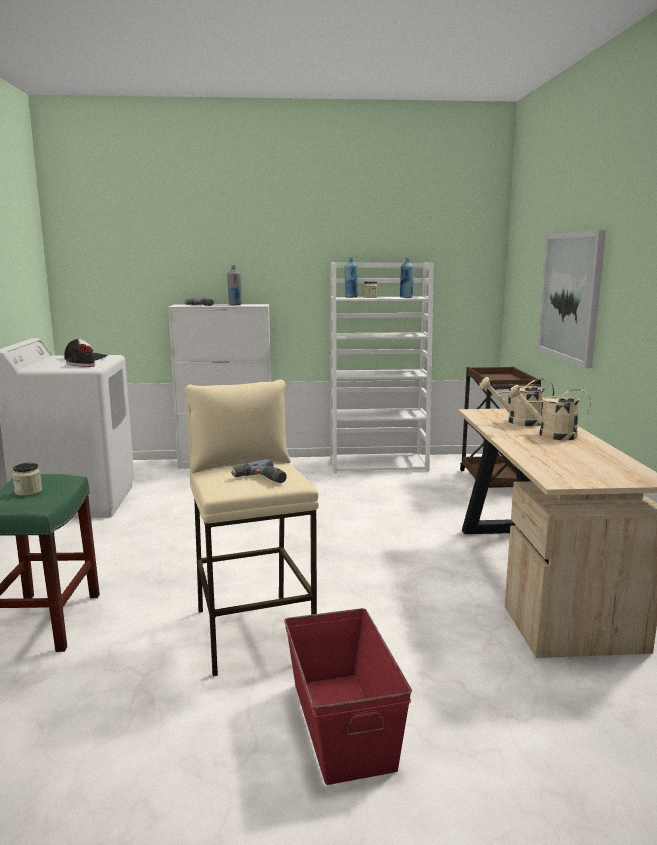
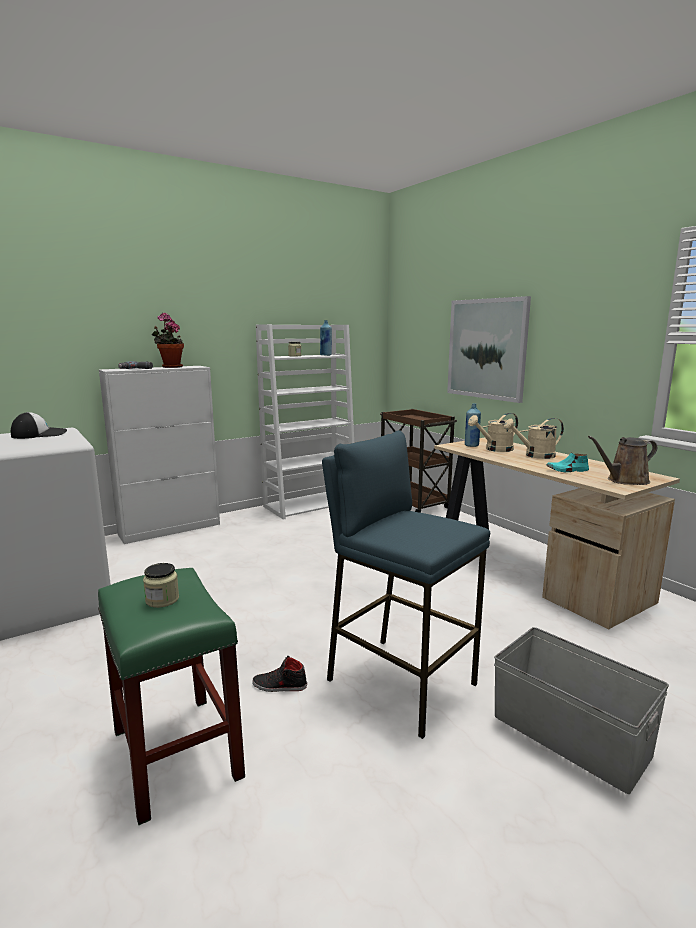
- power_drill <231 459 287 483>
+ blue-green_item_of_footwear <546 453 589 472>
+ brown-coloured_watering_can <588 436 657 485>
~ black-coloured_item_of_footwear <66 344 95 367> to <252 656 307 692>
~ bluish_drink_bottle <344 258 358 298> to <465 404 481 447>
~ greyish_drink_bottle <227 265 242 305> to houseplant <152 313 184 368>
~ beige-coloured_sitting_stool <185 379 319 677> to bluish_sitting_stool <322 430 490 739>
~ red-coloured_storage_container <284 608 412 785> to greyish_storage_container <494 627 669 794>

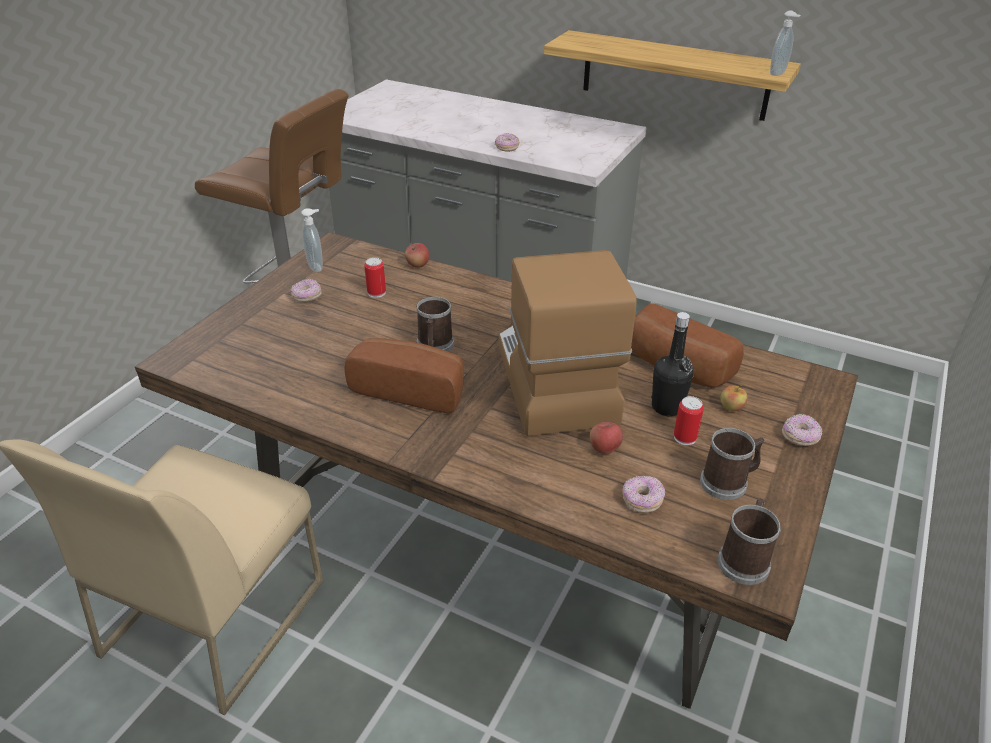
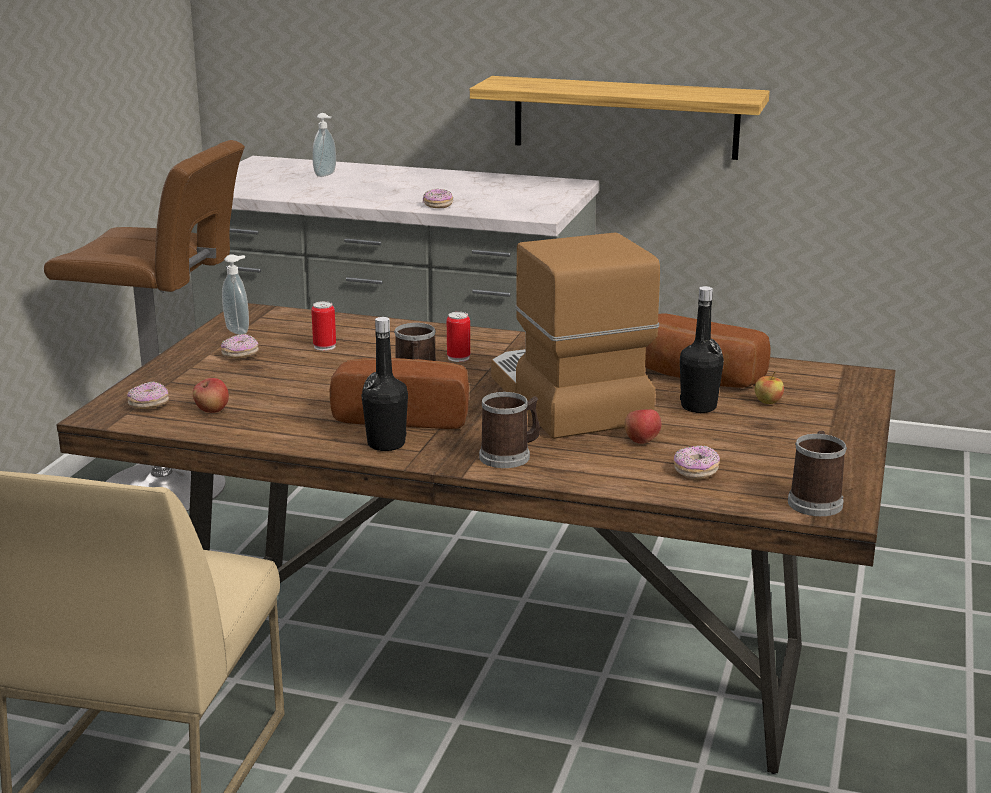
+ black-coloured_drink_bottle <362 317 408 451>
~ apple <405 243 429 268> to <193 378 229 413>
~ sealed_can <674 396 704 446> to <447 312 470 362>
~ tea_mug <700 428 764 500> to <479 392 540 468>
~ soap_bottle <770 10 801 76> to <312 113 336 177>
~ doughnut <782 414 822 446> to <127 382 169 409>

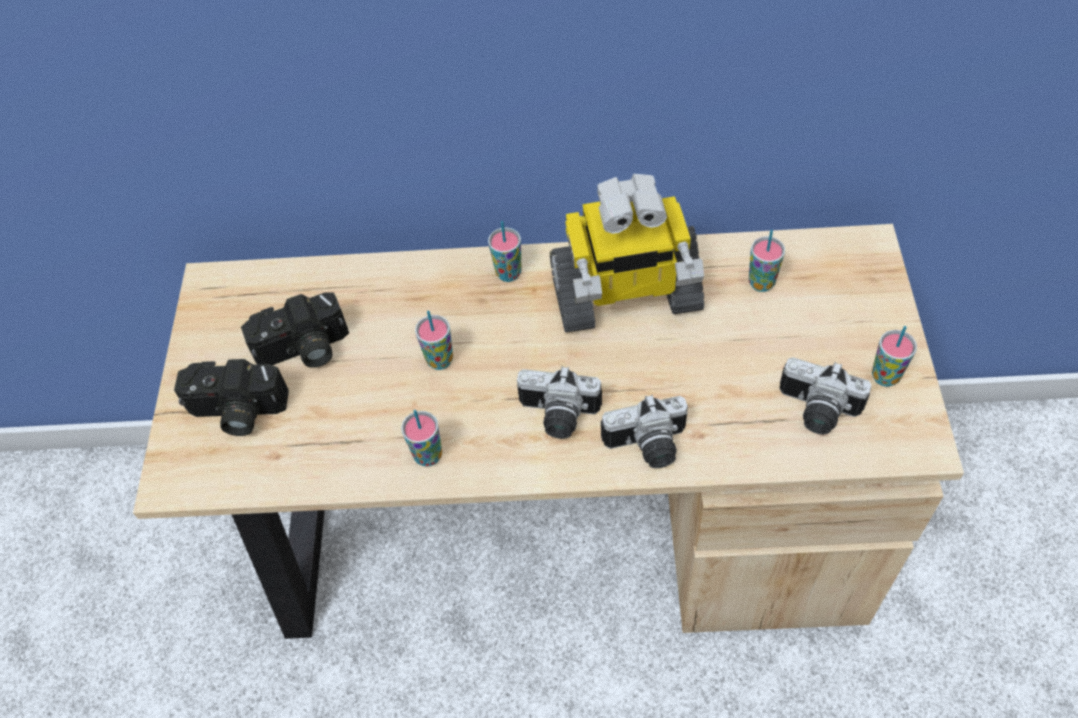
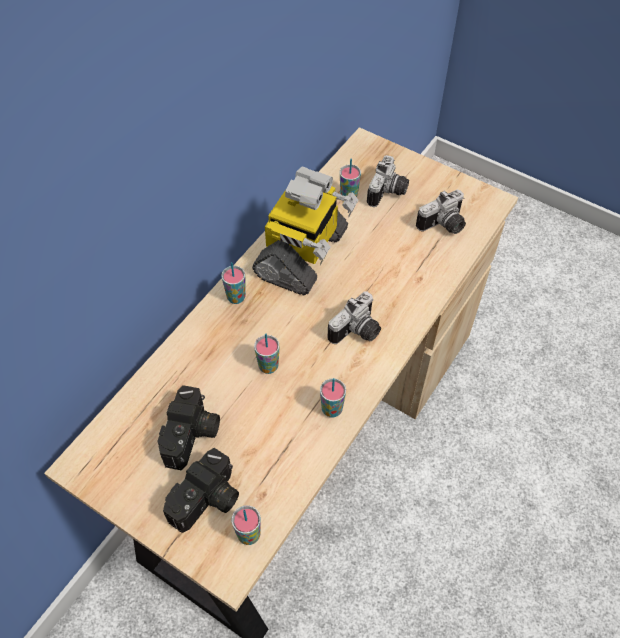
~ photo_camera <601 395 688 468> to <367 155 409 207>
~ small_cup <872 326 917 387> to <232 505 261 545>

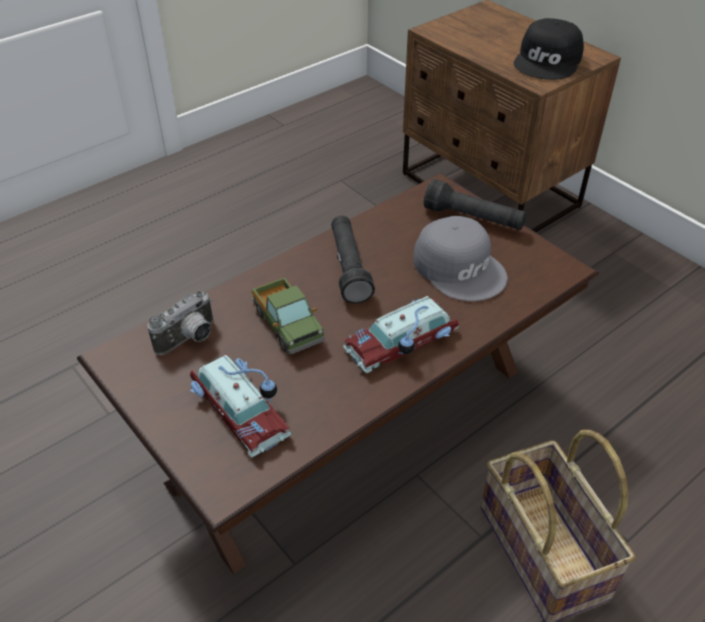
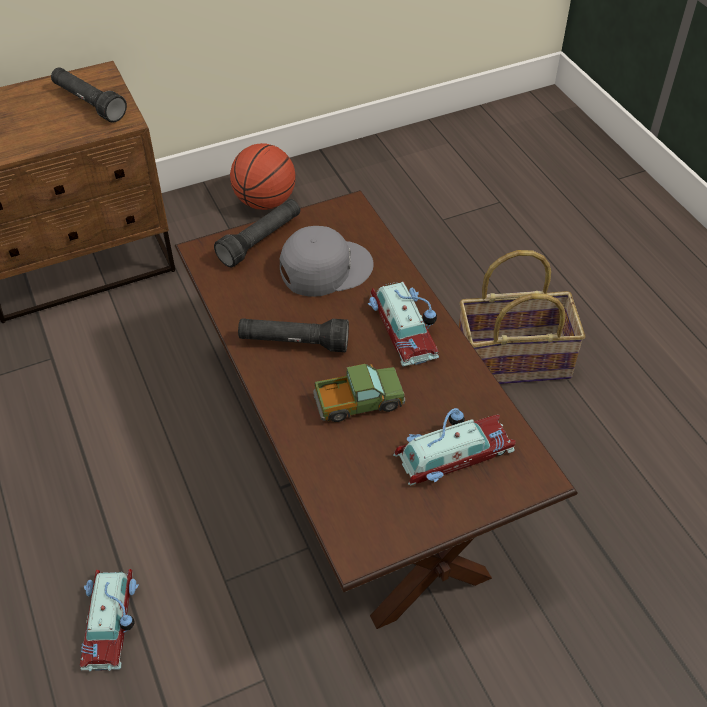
- photo_camera <147 291 213 355>
+ miniature_car <80 569 139 671>
+ basketball <230 143 296 210>
~ black-coloured_cap <514 18 584 80> to black-coloured_flashlight <51 67 127 123>

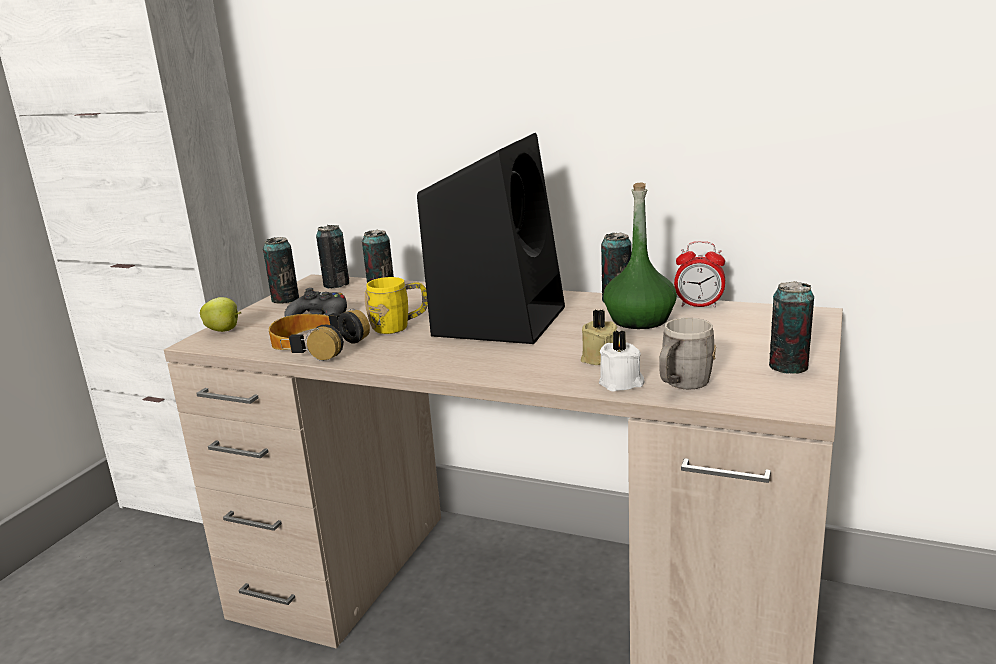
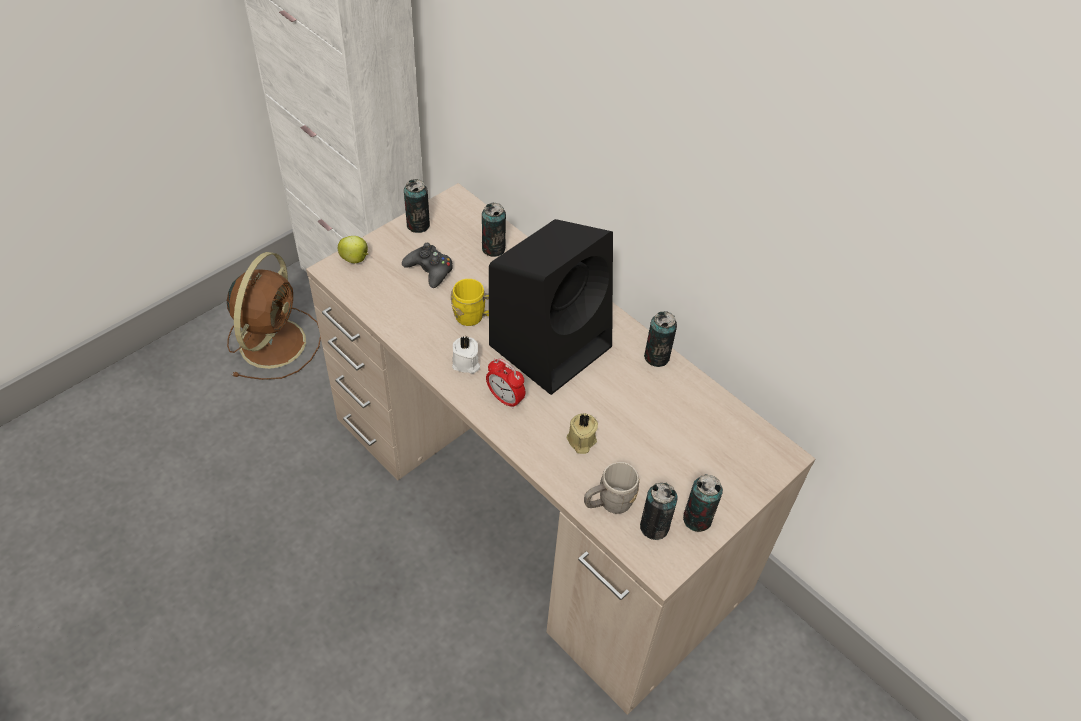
- headset <269 309 370 361>
- greenish_drink_bottle <603 182 677 329>
+ brown-coloured_cooling_fan <227 252 321 380>
~ sealed_can <316 225 349 289> to <640 483 678 540>
~ whitish_wax_candle <599 330 645 392> to <452 336 480 374>
~ alarm_clock <674 241 725 308> to <486 359 526 409>

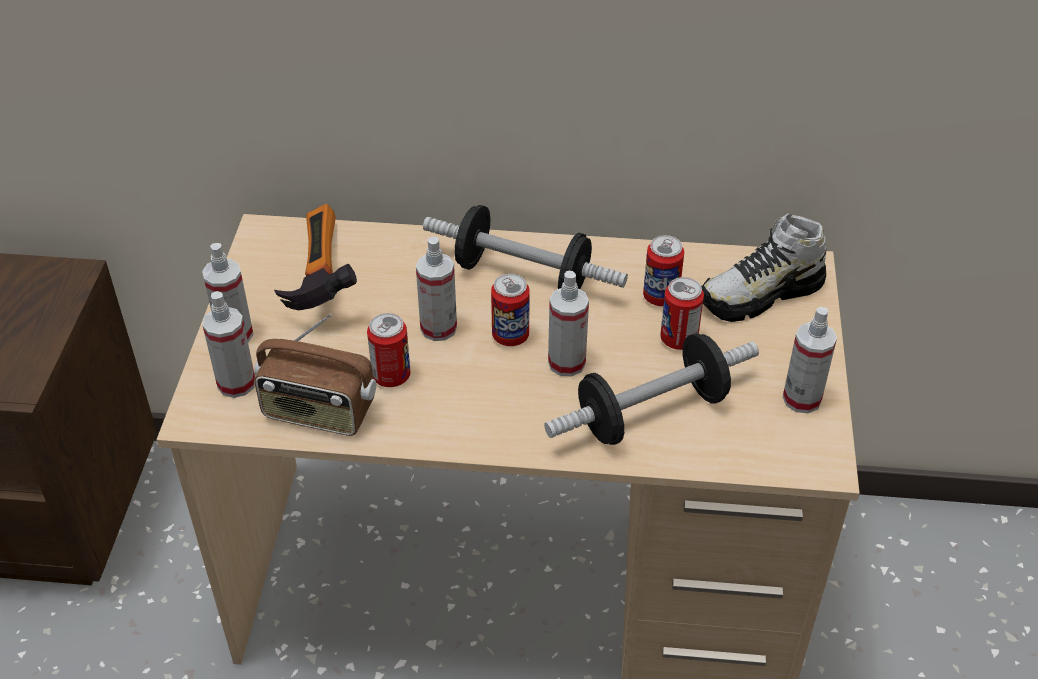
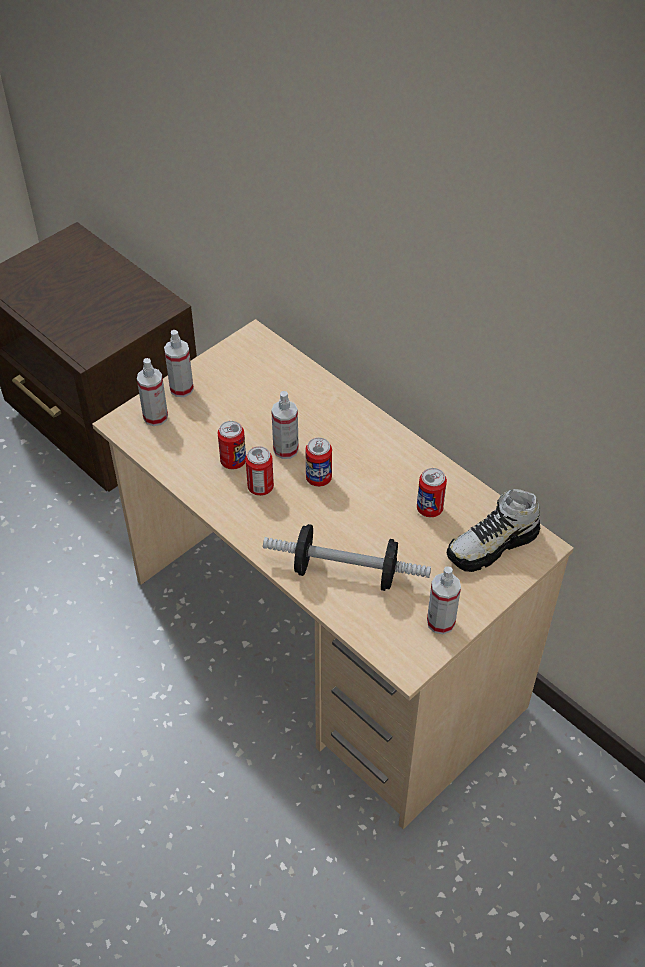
- radio_set <254 314 376 436>
- hand_hammer <274 204 357 310>
- dumbbell <423 205 628 289>
- hand_sprayer <548 271 589 376>
~ sealed_can <660 277 704 350> to <246 446 274 496>
~ item_of_footwear <701 213 827 322> = <447 489 540 572> 45 degrees counterclockwise

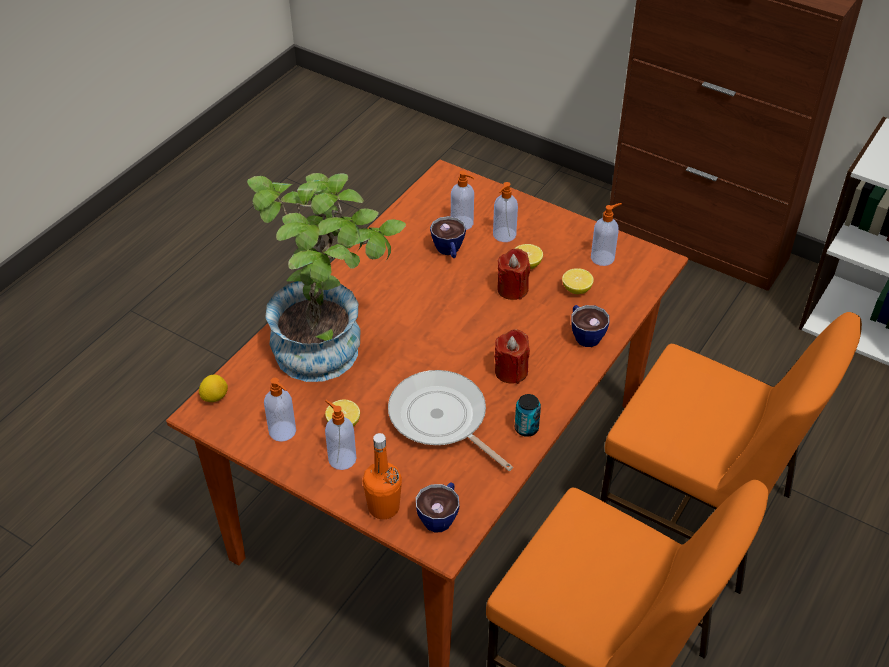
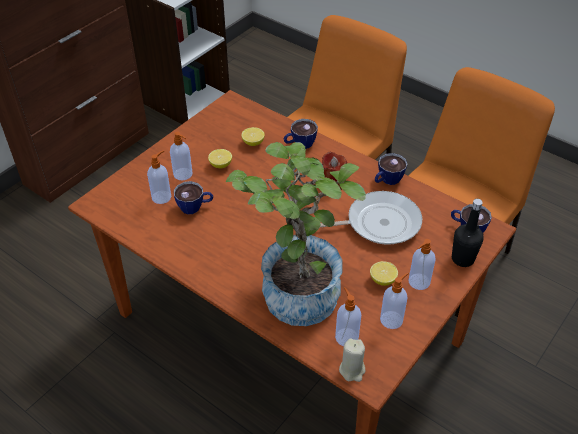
- red-coloured_wax_candle <497 248 530 300>
~ soap_bottle <591 203 622 266> to <335 287 361 346>
~ whole_lemon <199 375 228 402> to beige-coloured_wax_candle <339 338 365 382>
~ sealed_can <515 394 541 437> to small_cup <375 153 407 185>
~ orangey_drink_bottle <363 433 402 519> to black-coloured_drink_bottle <452 199 483 267>
~ skillet <388 370 513 471> = <320 191 422 245> 150 degrees counterclockwise

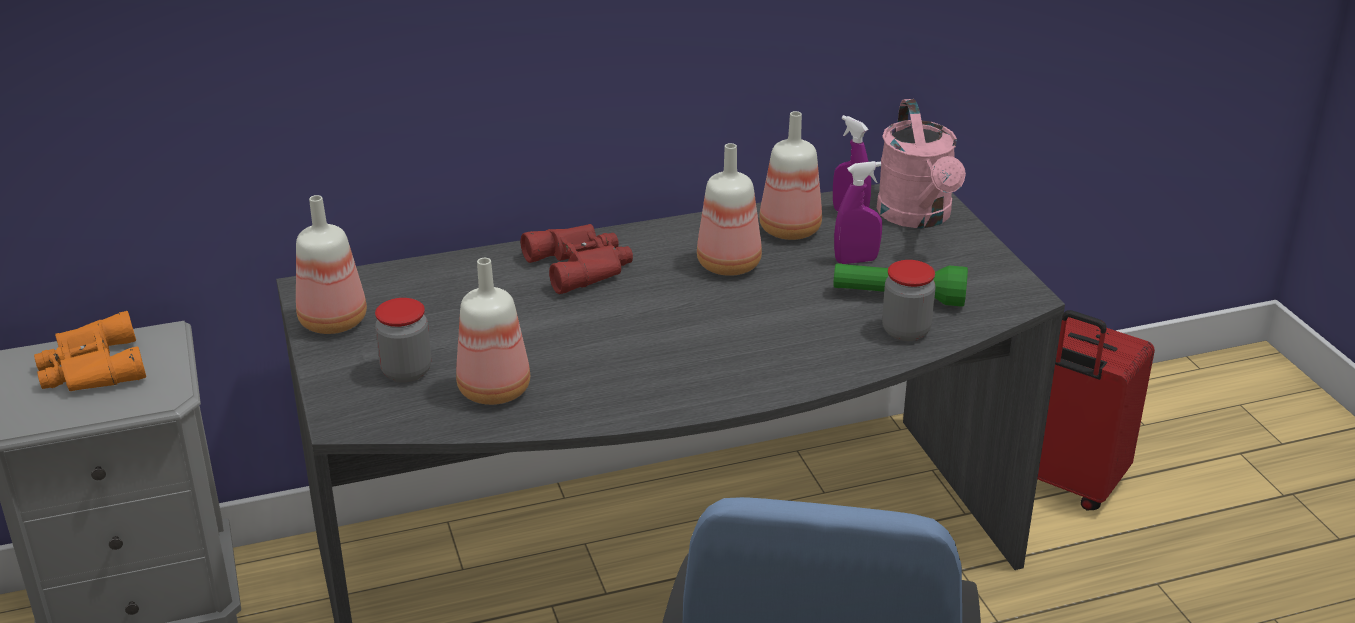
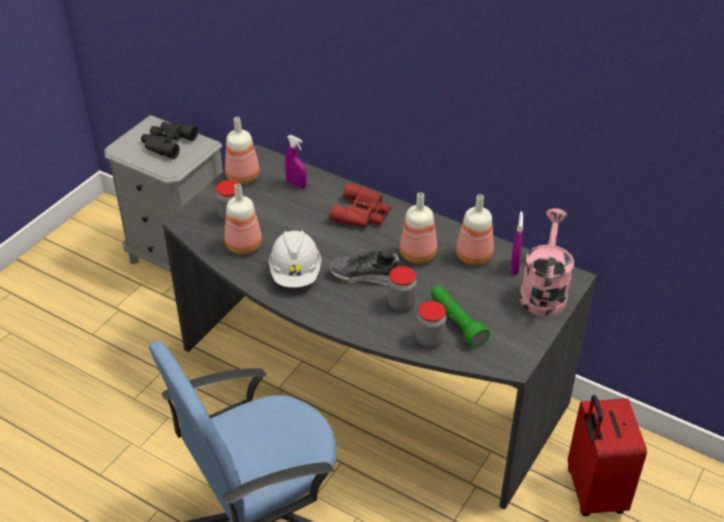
+ whitish_hard_hat <268 231 321 288>
+ item_of_footwear <329 251 401 285>
+ preserve_jar <388 266 417 311>
~ purple-coloured_hand_sprayer <834 161 882 264> to <285 135 307 189>
~ orangey_binoculars <34 311 146 391> to black-coloured_binoculars <141 122 198 159>
~ pink_watering_can <877 99 966 228> = <519 208 574 317> 150 degrees clockwise

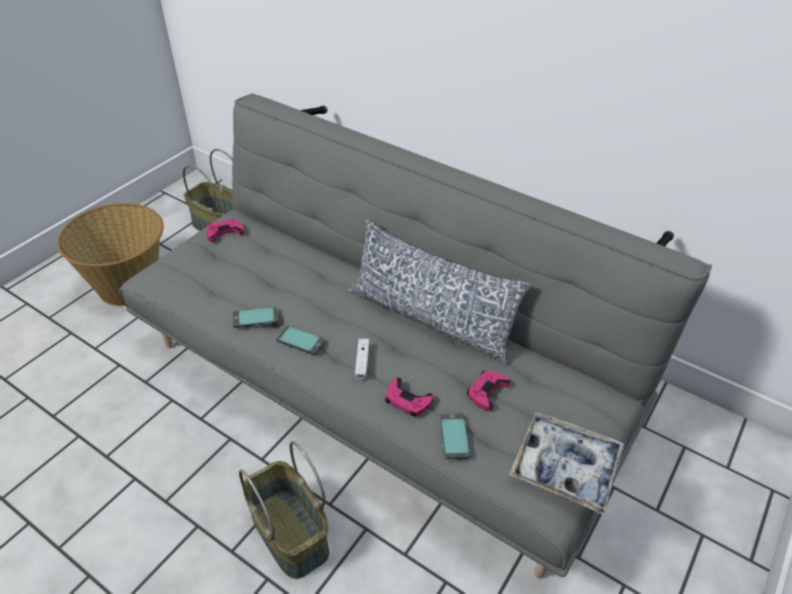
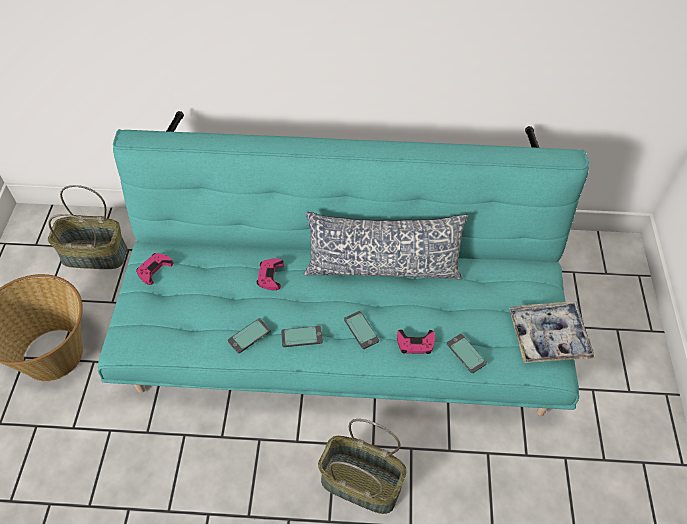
~ pink_game_controller <467 370 511 411> to <257 259 284 290>
~ whitish_game_controller <355 338 370 380> to phone <344 311 379 349>
~ greyish_couch <119 94 712 578> to blue-green_couch <98 111 589 416>

